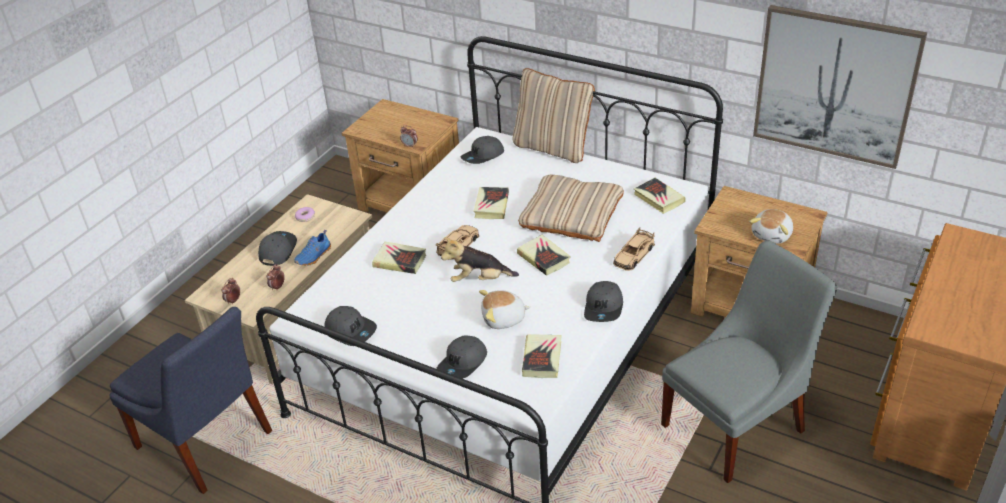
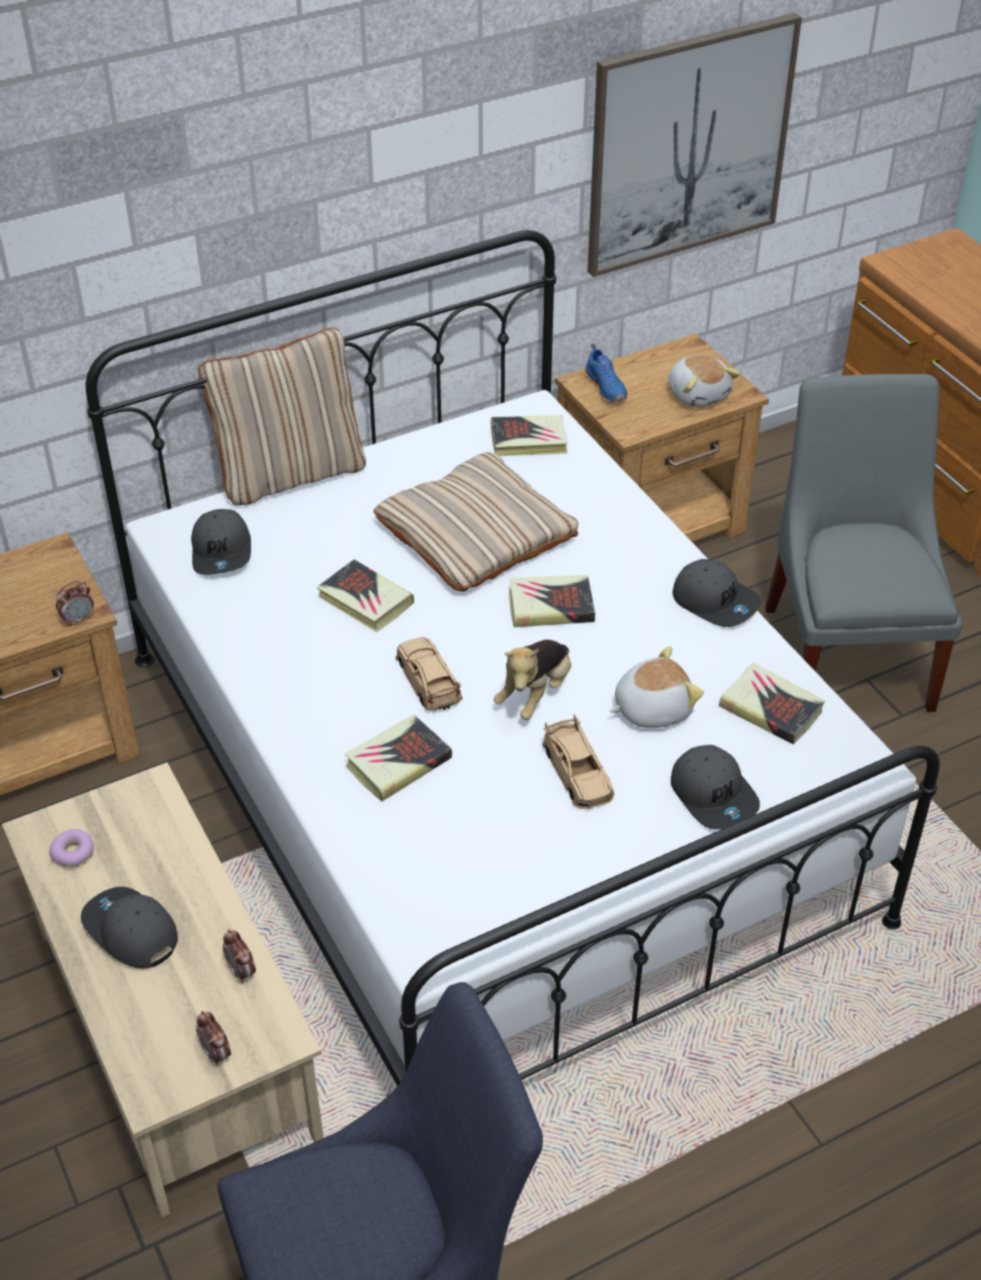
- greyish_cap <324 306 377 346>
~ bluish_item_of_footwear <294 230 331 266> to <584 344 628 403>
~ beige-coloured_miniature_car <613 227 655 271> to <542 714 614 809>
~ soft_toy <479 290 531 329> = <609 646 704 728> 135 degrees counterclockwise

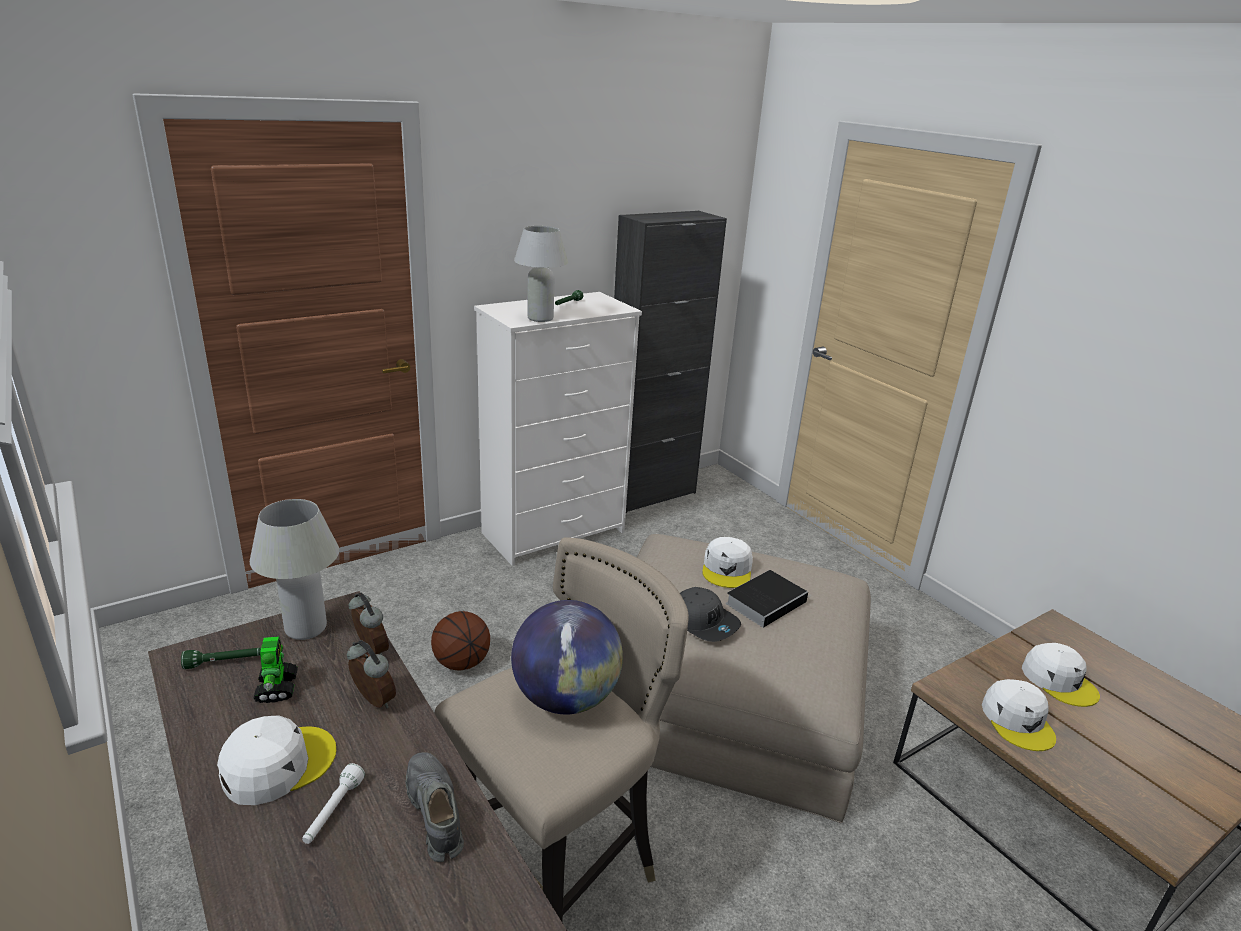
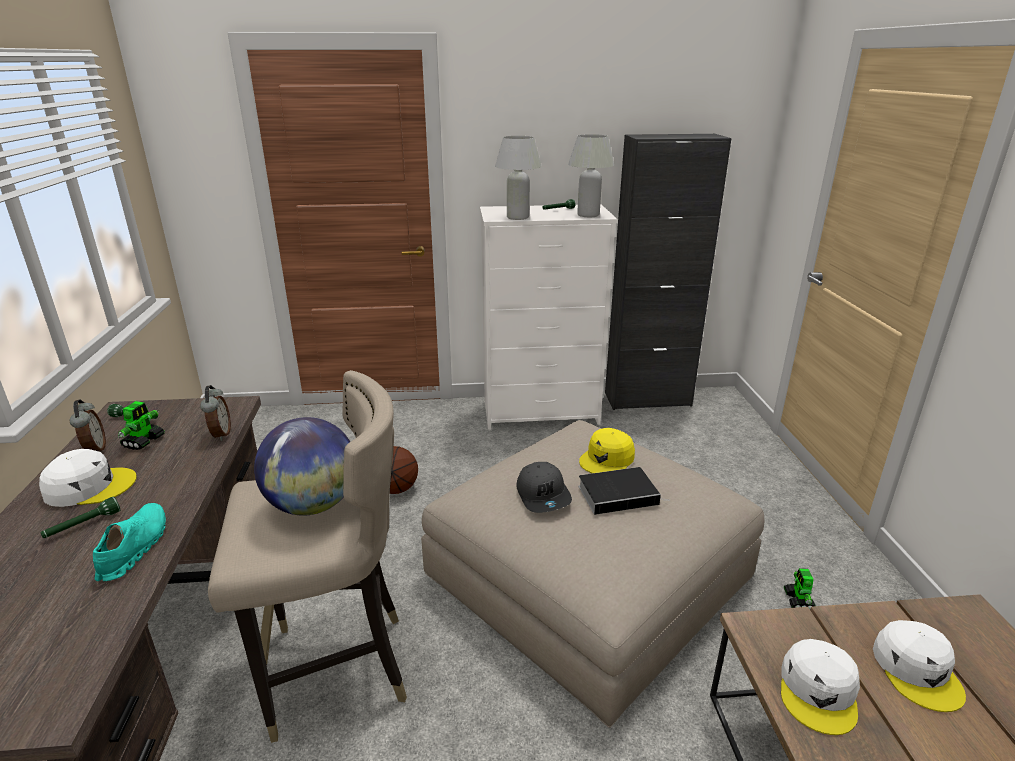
+ model_robot <784 568 816 609>
~ whitish_tabletop_lamp <250 499 339 640> to <568 134 614 217>
~ alarm_clock <347 640 396 709> to <69 399 106 451>
~ whitish_flashlight <302 763 365 844> to greenish_flashlight <40 497 120 538>
~ greyish_item_of_footwear <405 752 464 862> to blue-green_item_of_footwear <93 503 166 581>
~ whitish_cap <702 537 753 588> to yellow_cap <579 428 635 473>

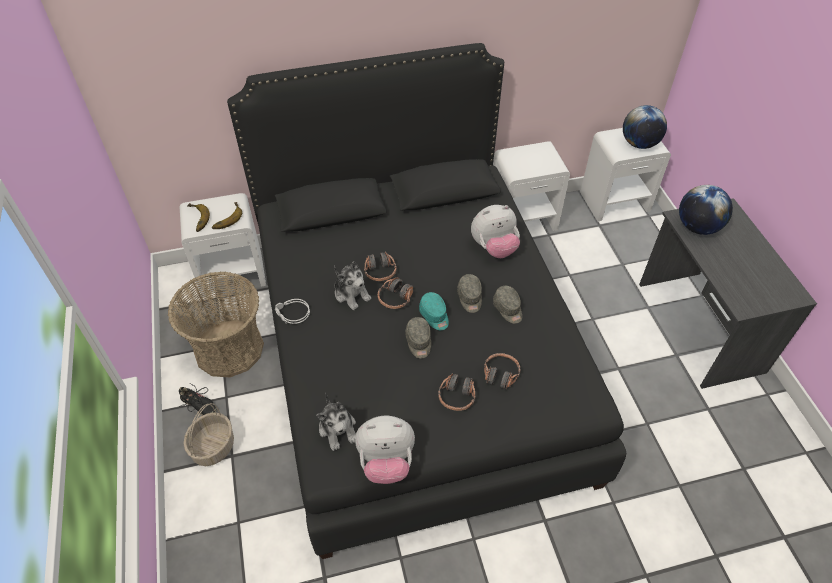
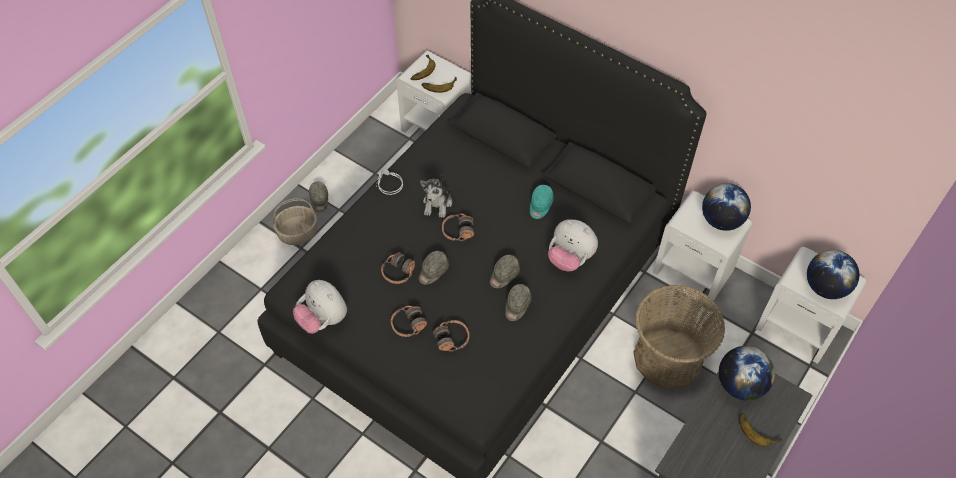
- soft_toy <316 392 356 451>
+ world_globe <702 183 751 231>
+ whole_banana <739 413 783 447>
~ household_basket <168 271 264 377> to <633 285 725 389>
~ headset <364 252 397 281> to <381 252 415 284>
~ blue-green_cap <419 292 449 330> to <530 185 554 219>
~ black-coloured_item_of_footwear <179 384 217 415> to greyish_cap <309 181 328 212>

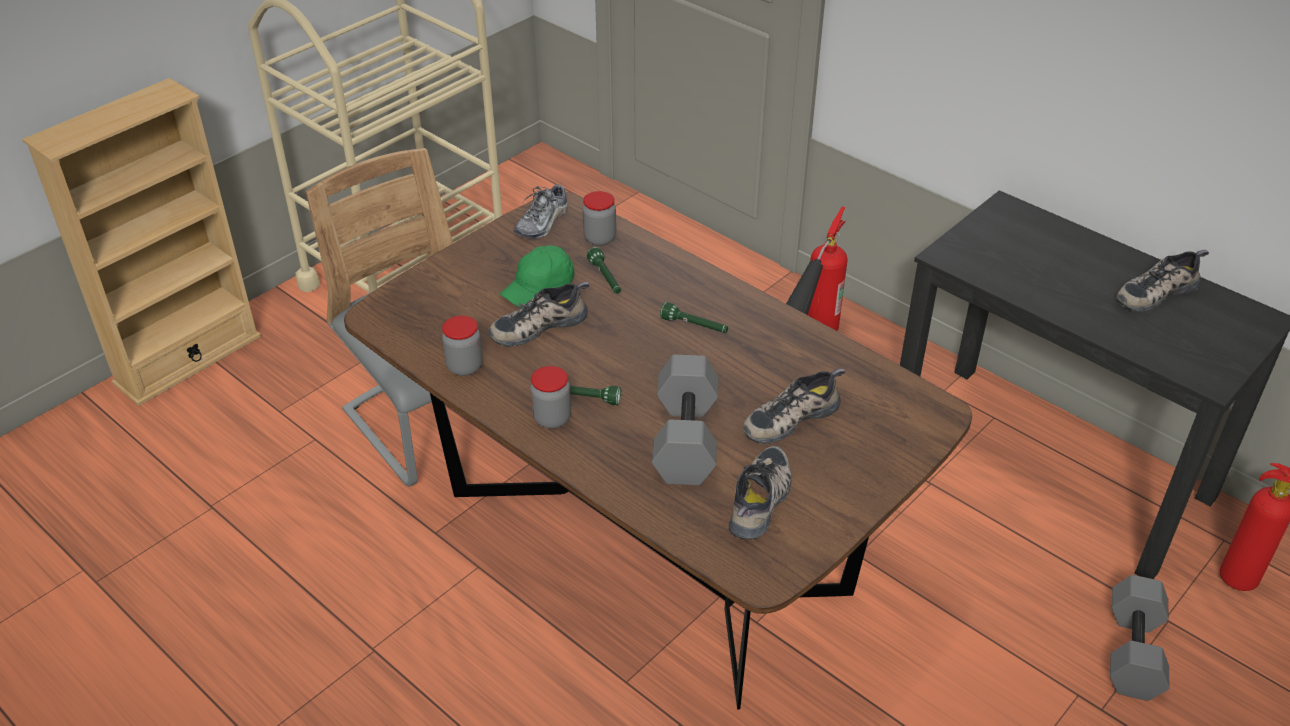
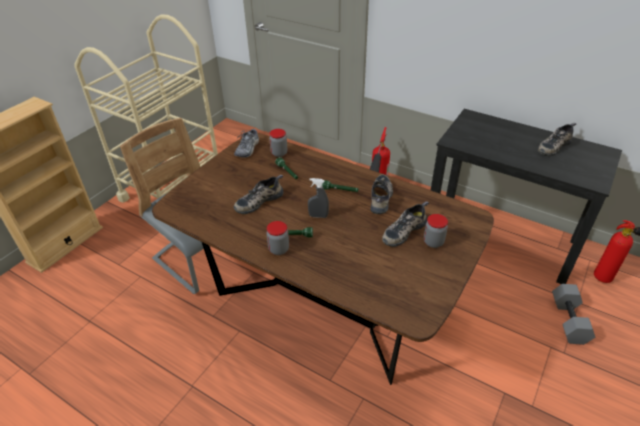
- greenish_cap <500 245 574 308>
- greyish_dumbbell <652 355 718 485>
+ greyish_hand_sprayer <308 178 329 218>
~ preserve_jar <442 316 483 376> to <424 214 448 248>
~ item_of_footwear <729 446 792 539> to <371 174 393 214>

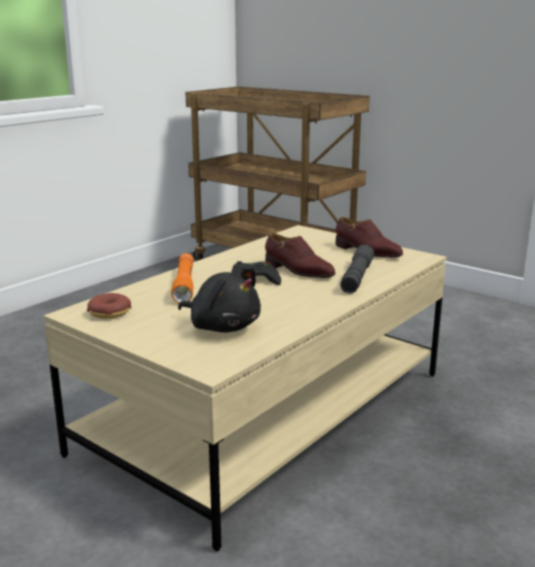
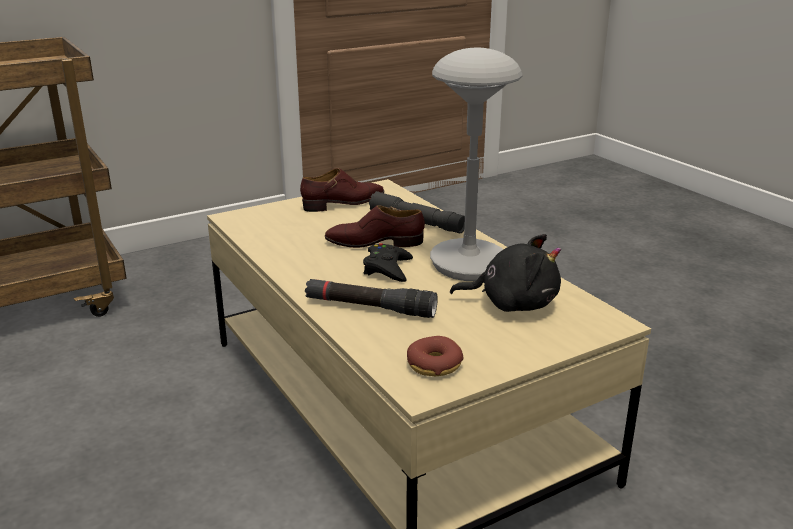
+ greyish_tabletop_lamp <430 48 523 281>
~ orangey_flashlight <171 253 194 303> to black-coloured_flashlight <305 279 438 318>
~ black-coloured_soft_toy <178 268 261 333> = <450 234 561 312> 45 degrees clockwise
~ brown-coloured_item_of_footwear <265 233 336 278> = <325 205 425 248> 150 degrees counterclockwise

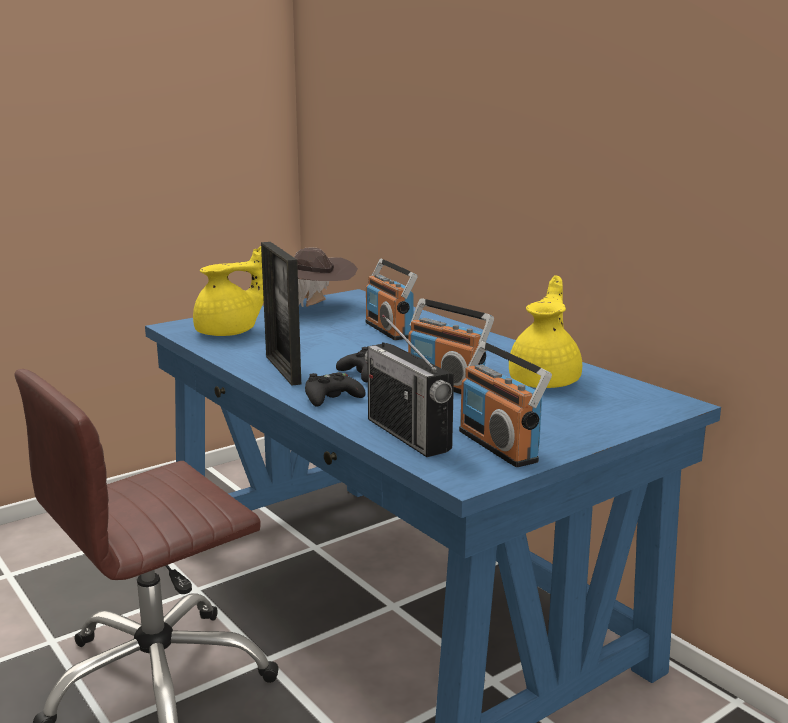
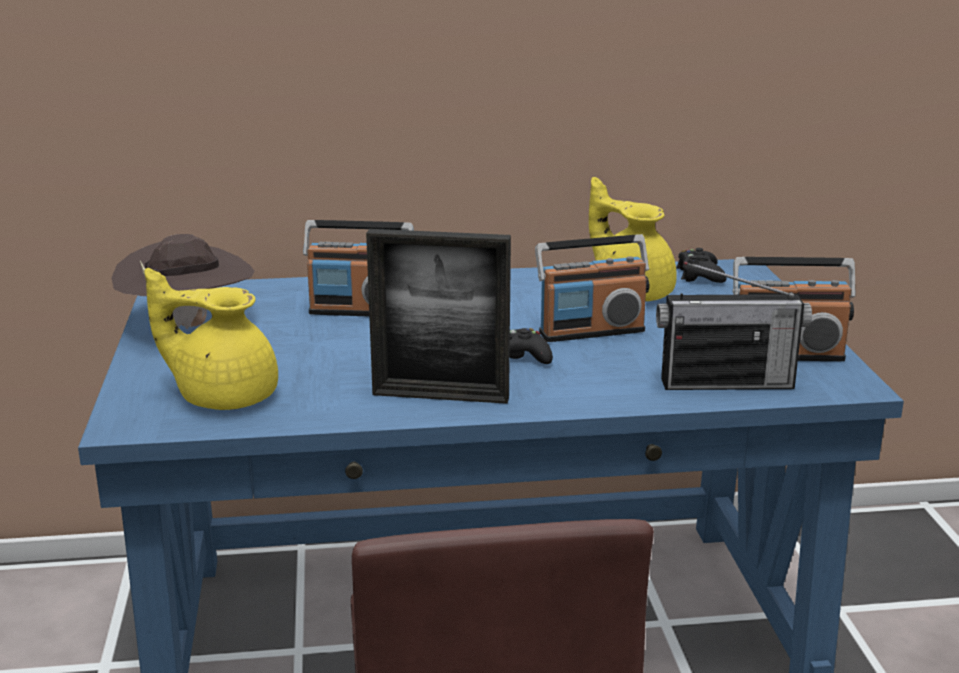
~ black-coloured_game_controller <305 372 366 407> to <676 248 727 283>
~ yellow_teapot <193 246 264 336> = <145 268 278 410> 75 degrees counterclockwise

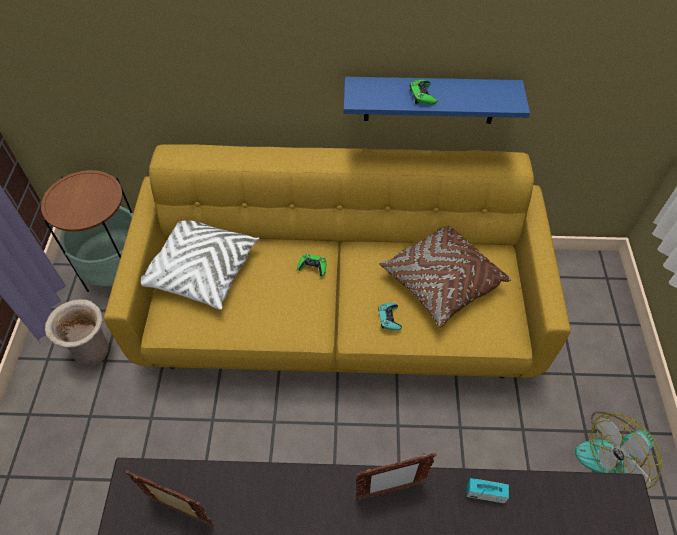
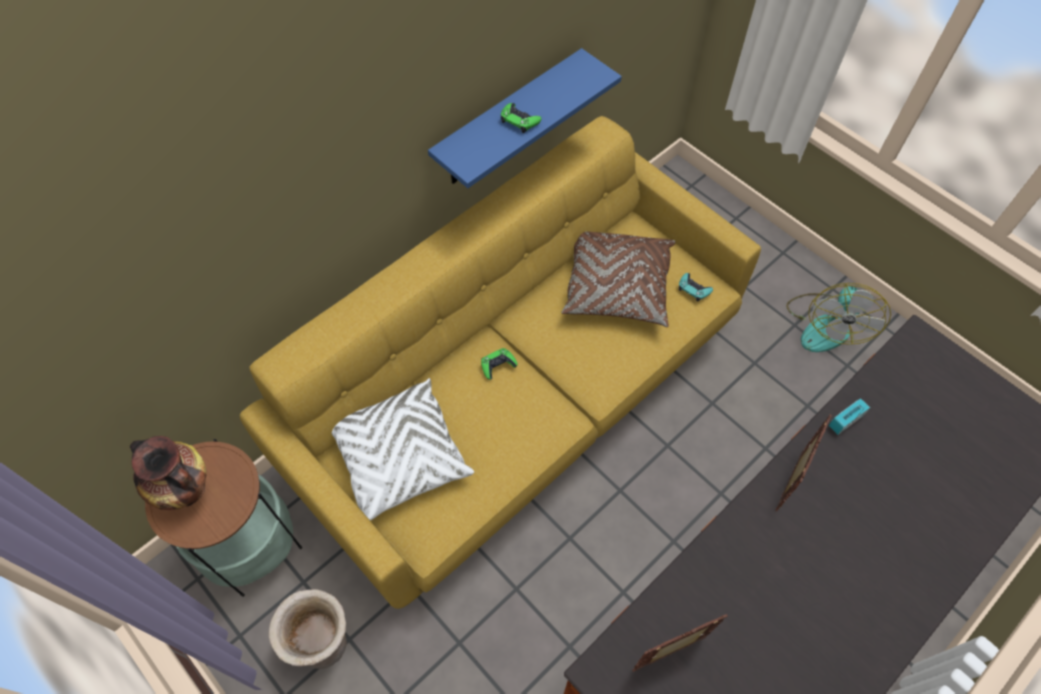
+ decorative_vase <130 436 207 510>
~ blue-green_game_controller <378 303 402 330> to <679 273 713 302>

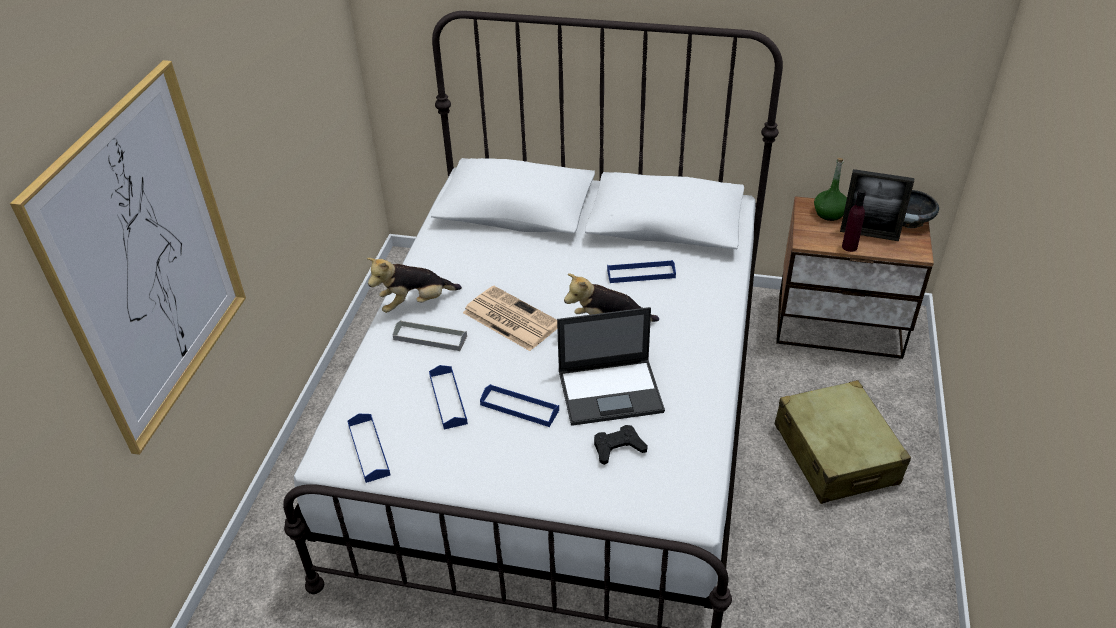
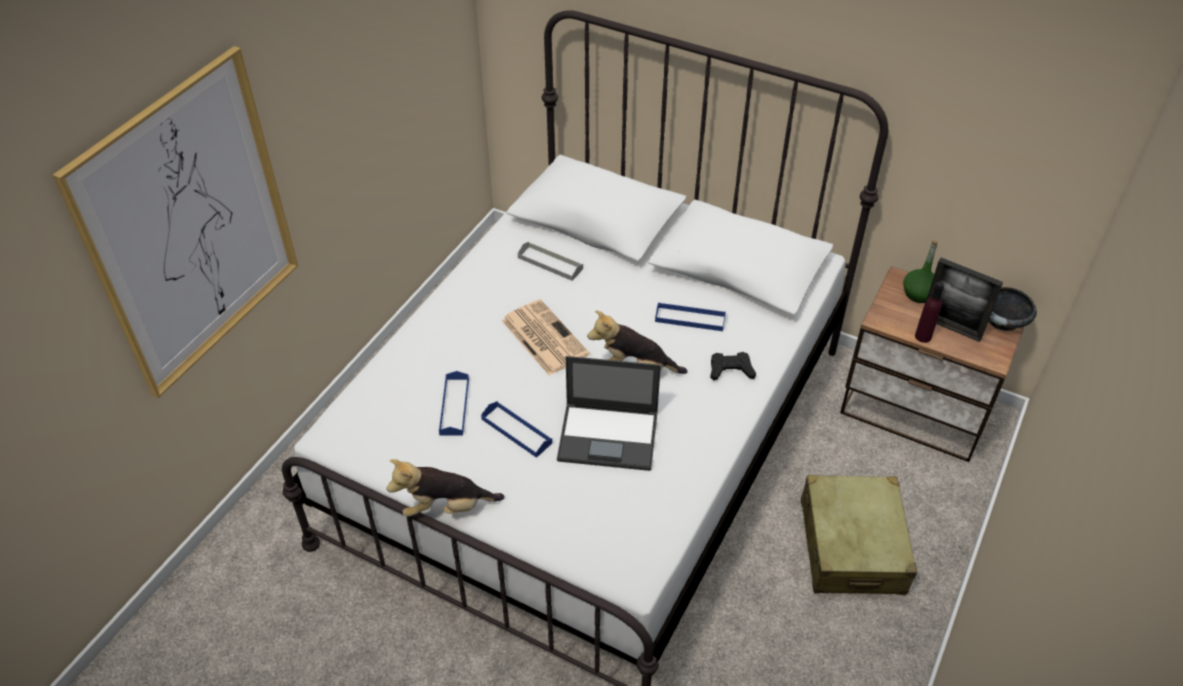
- bluish_tray <347 414 391 483>
~ soft_toy <367 258 462 313> to <386 459 504 517>
~ greyish_tray <393 320 467 351> to <518 242 583 281>
~ black-coloured_game_controller <594 425 648 465> to <710 352 756 380>

